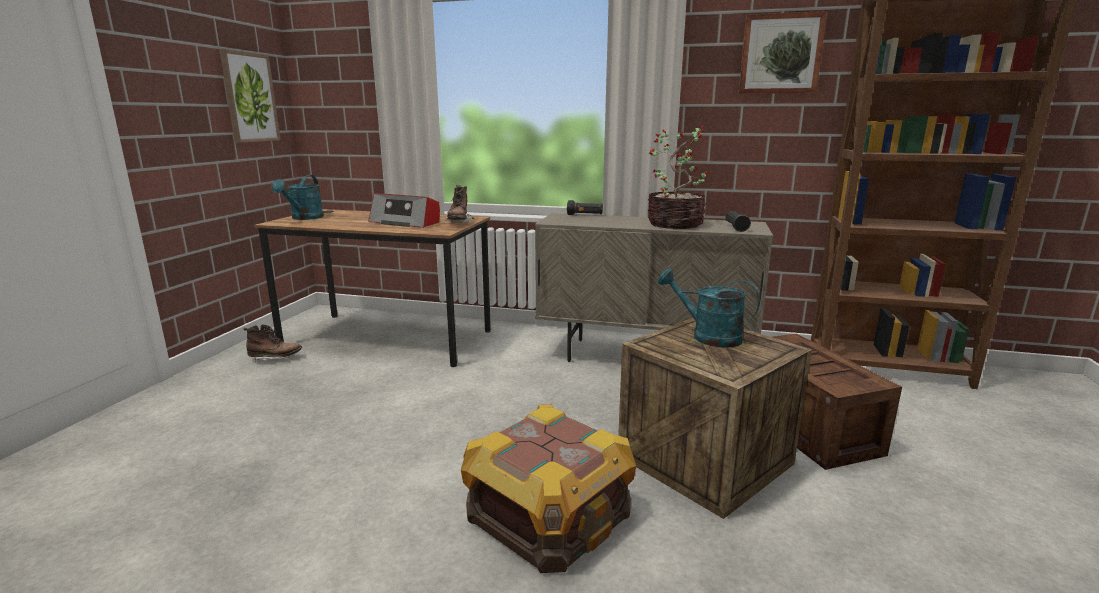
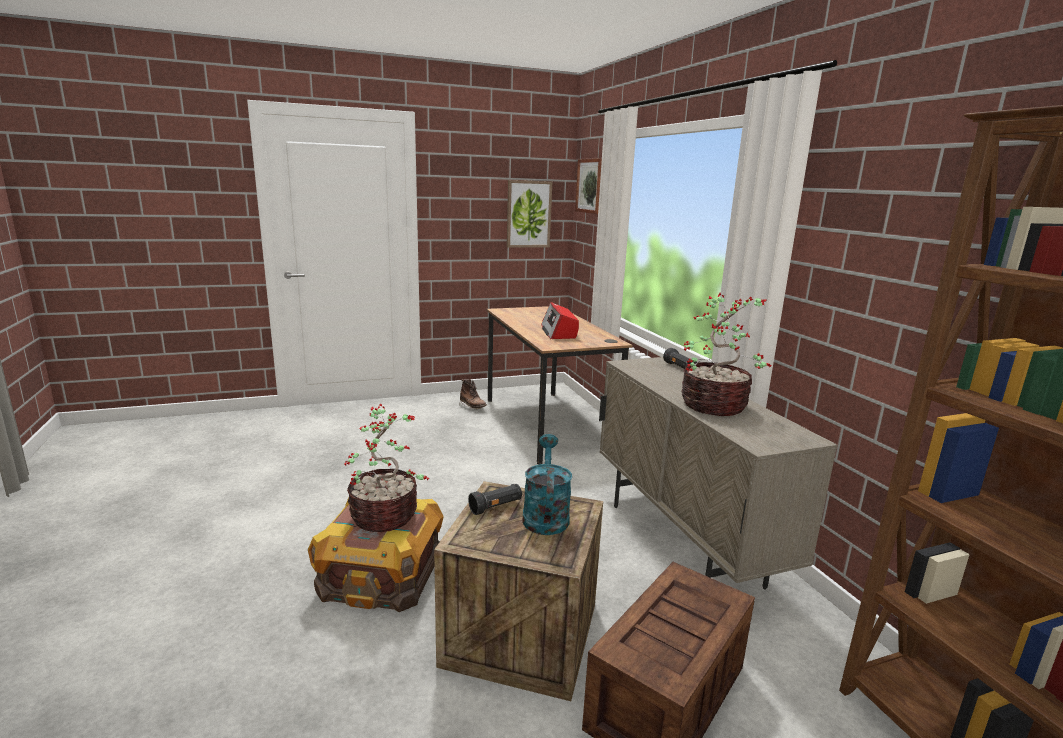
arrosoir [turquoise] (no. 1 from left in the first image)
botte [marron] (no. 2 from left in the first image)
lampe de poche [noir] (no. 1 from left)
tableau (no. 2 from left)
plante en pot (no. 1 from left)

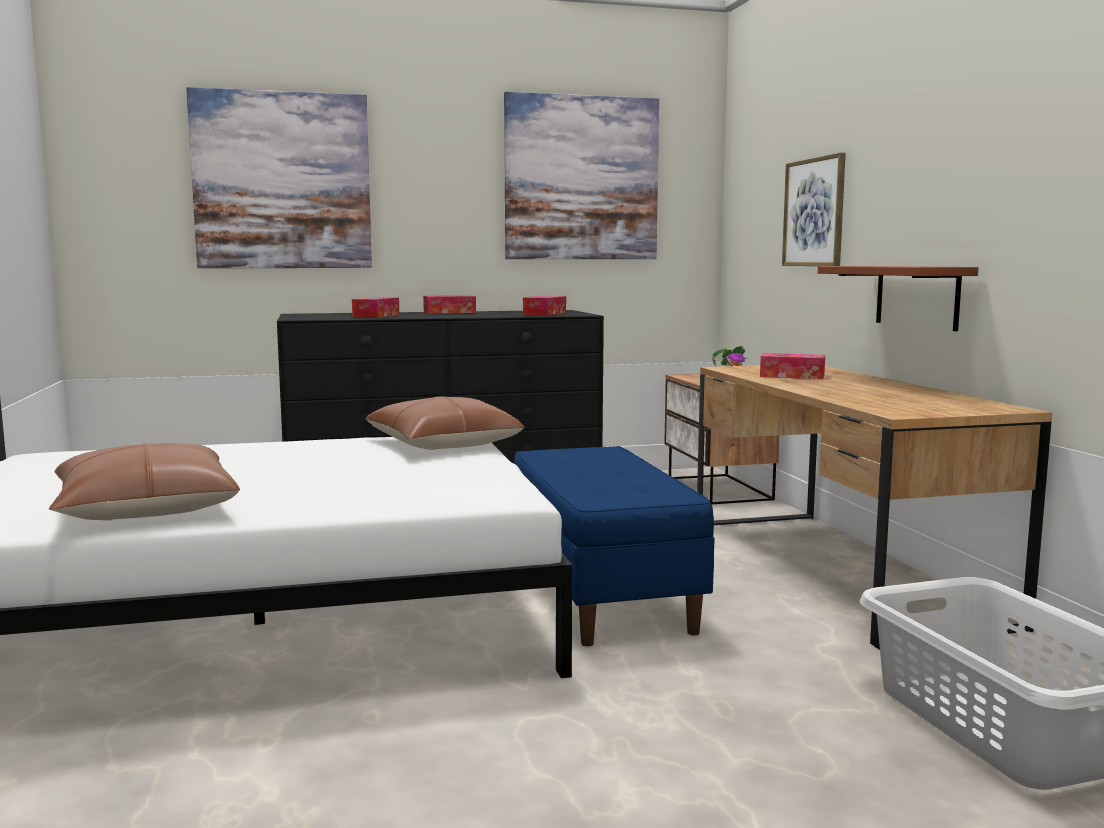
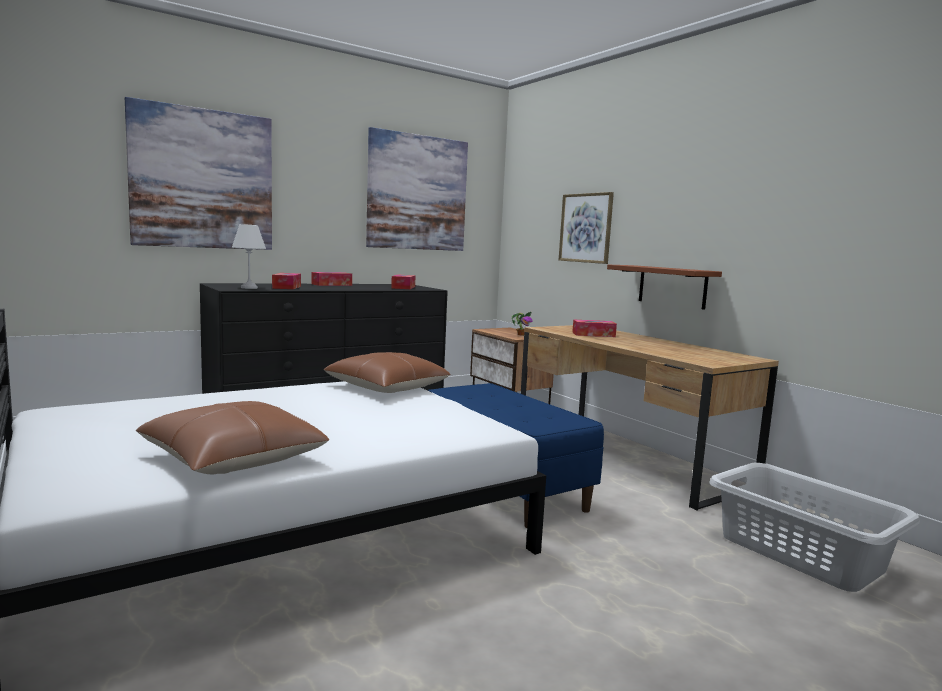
lampe de table [blanc]

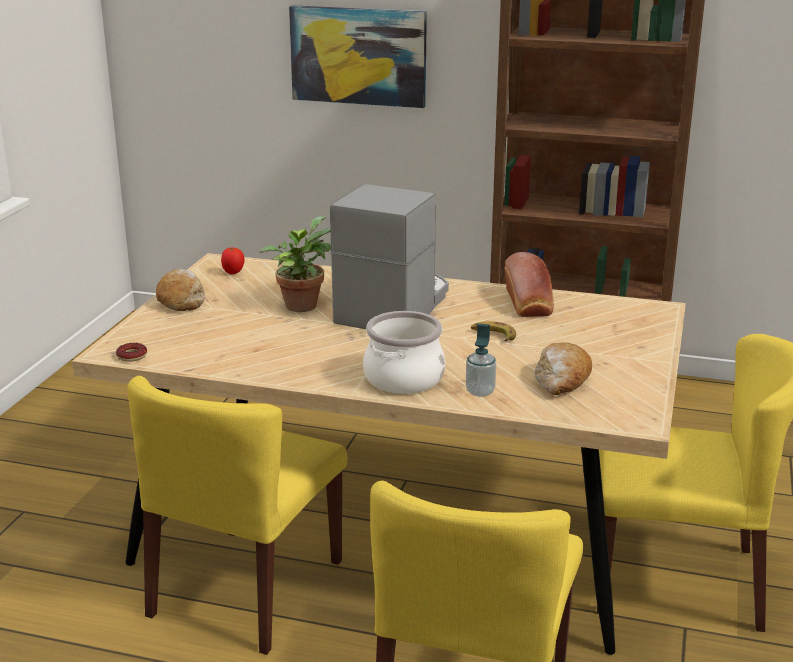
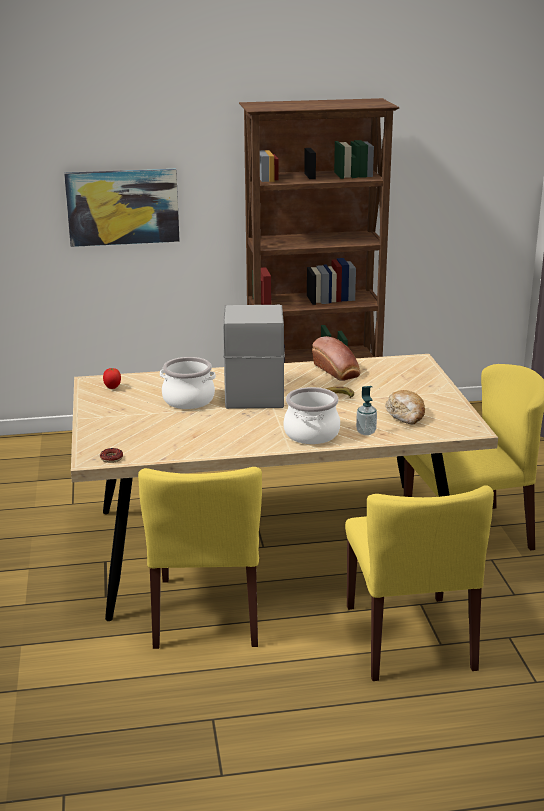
pain (no. 1 from left in the first image)
marmite (no. 1 from left)

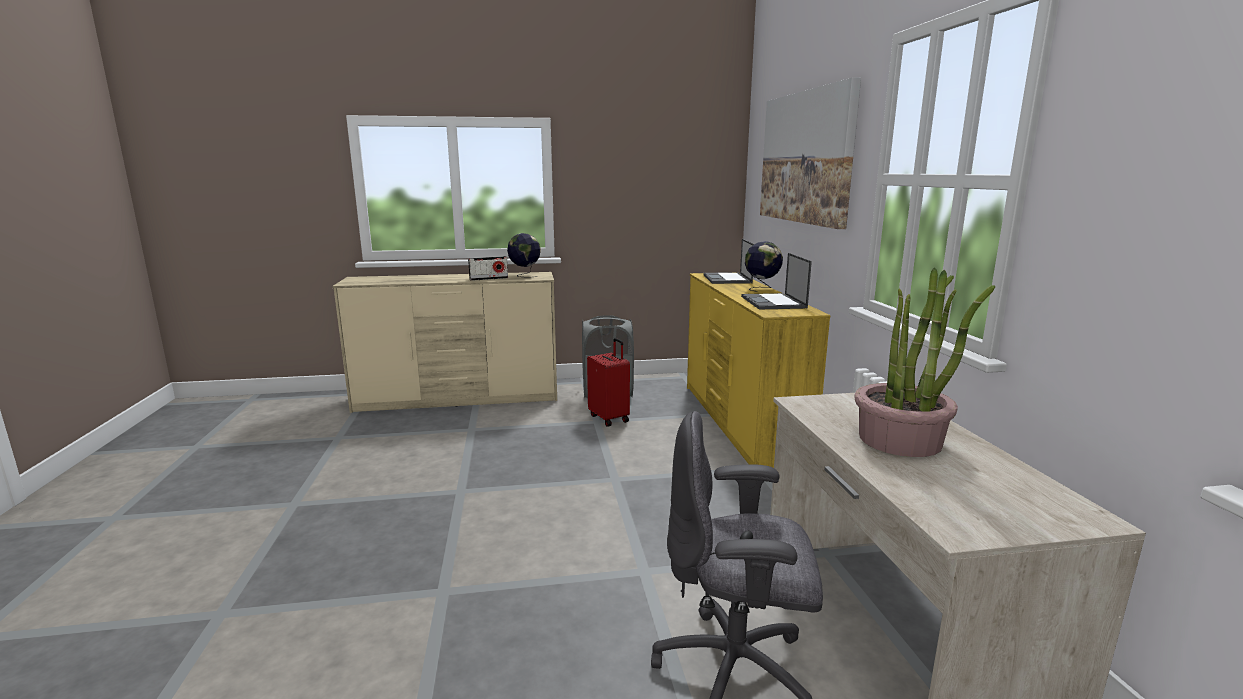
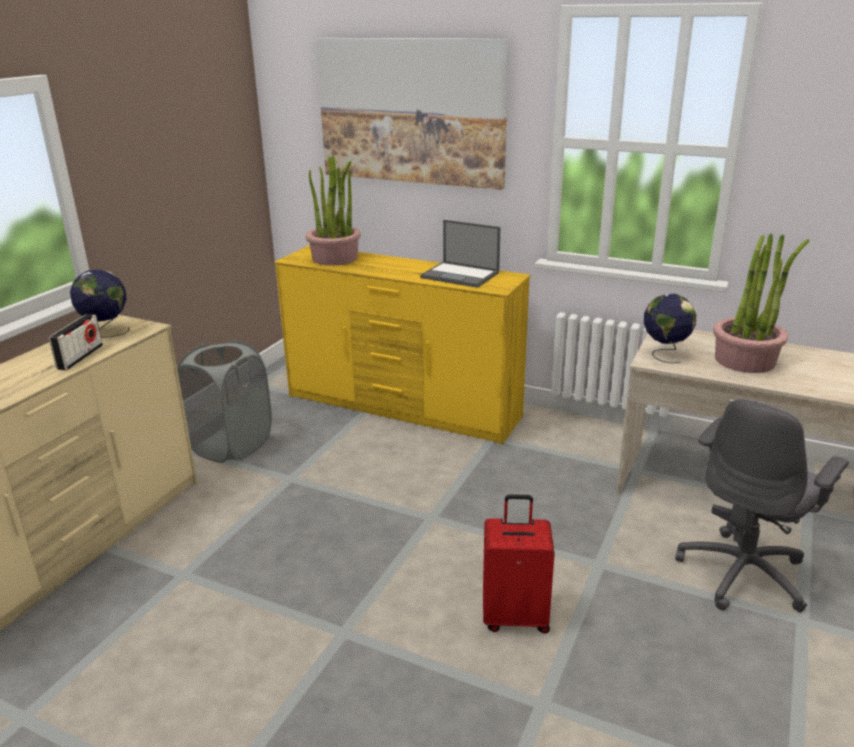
valise [rouge]
plante en pot (no. 1 from left)
globe (no. 2 from left)

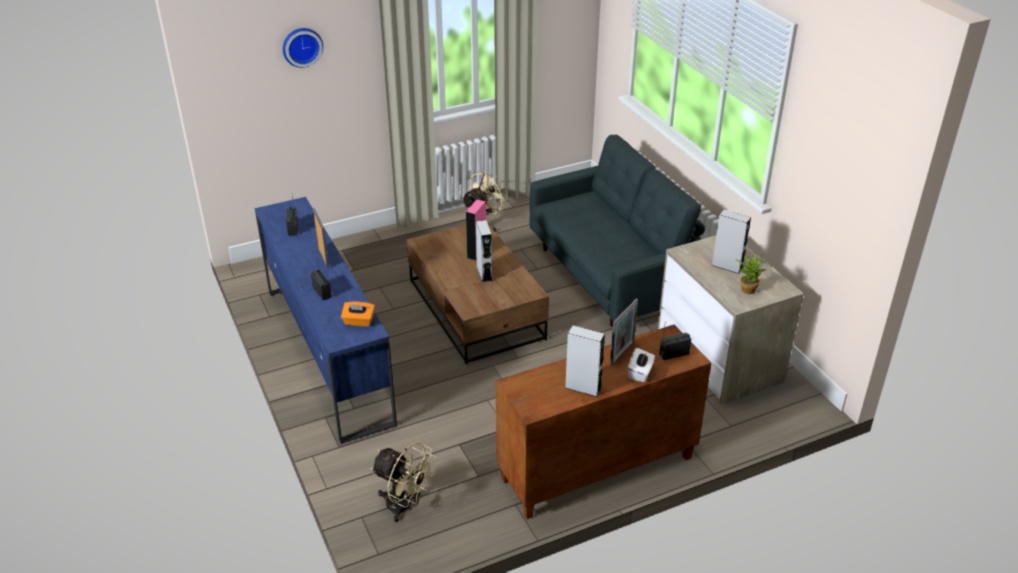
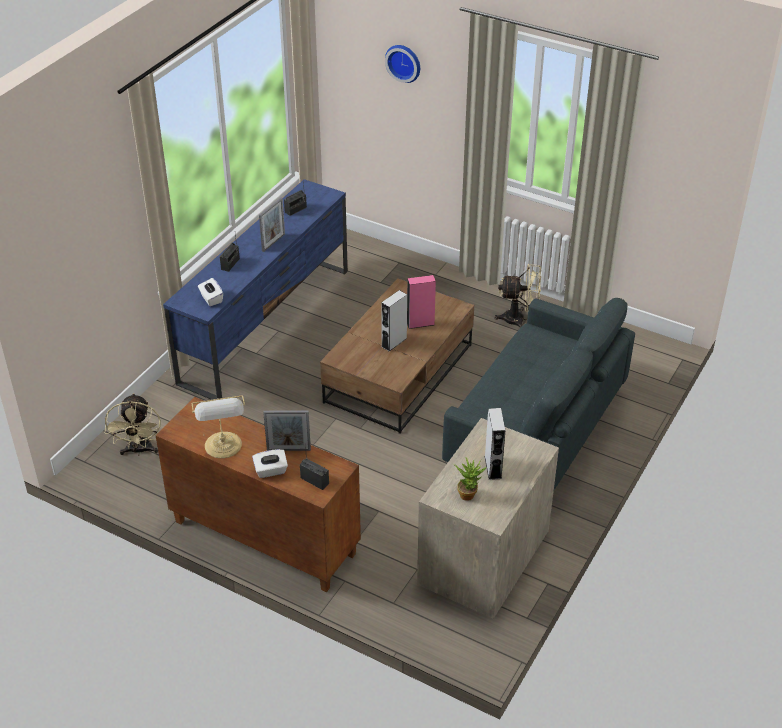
boîte à mouchoirs [blanc] (no. 1 from left)
lampe de table

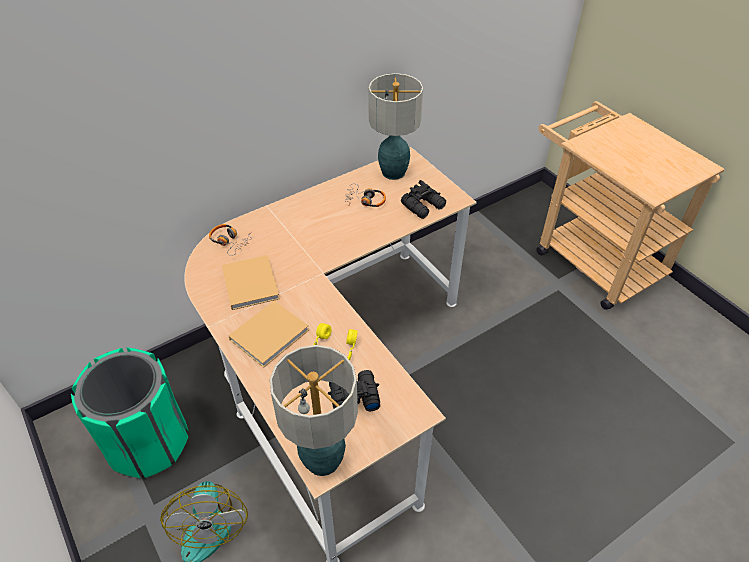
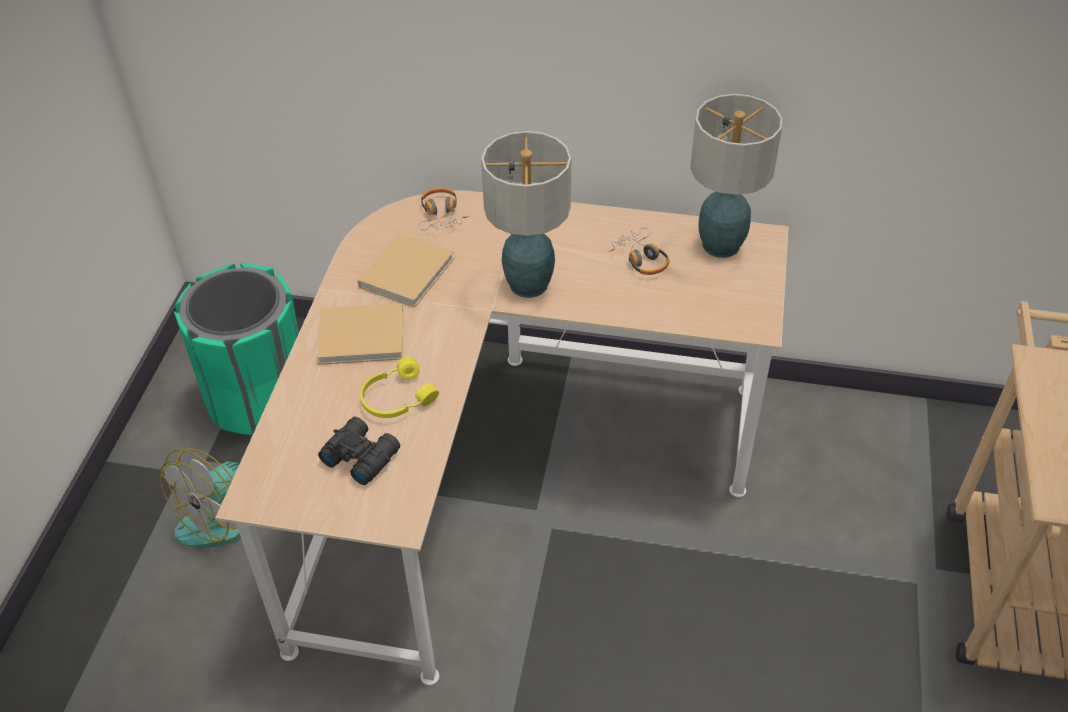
lampe de table (no. 1 from left)
jumelles [noir] (no. 2 from left in the first image)

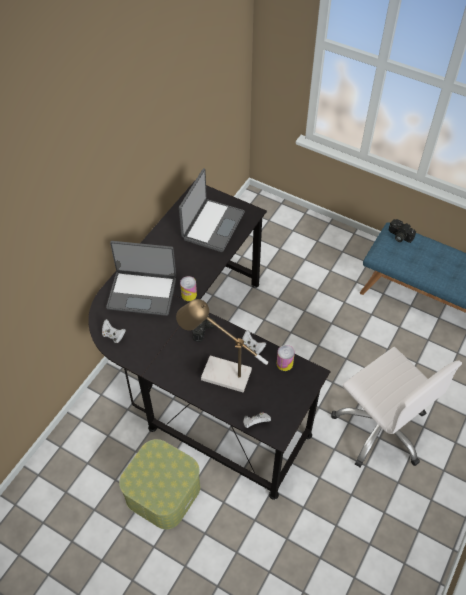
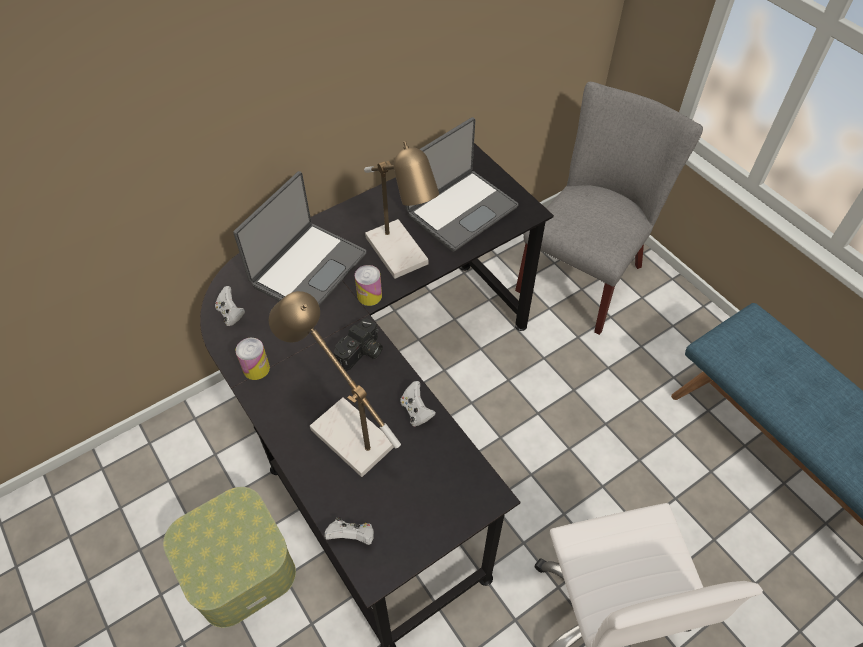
ordinateur portable (no. 1 from left)
boîte métallique (no. 1 from left)
appareil photo (no. 2 from left in the first image)
lampe de table (no. 2 from left)
chaise [gris]

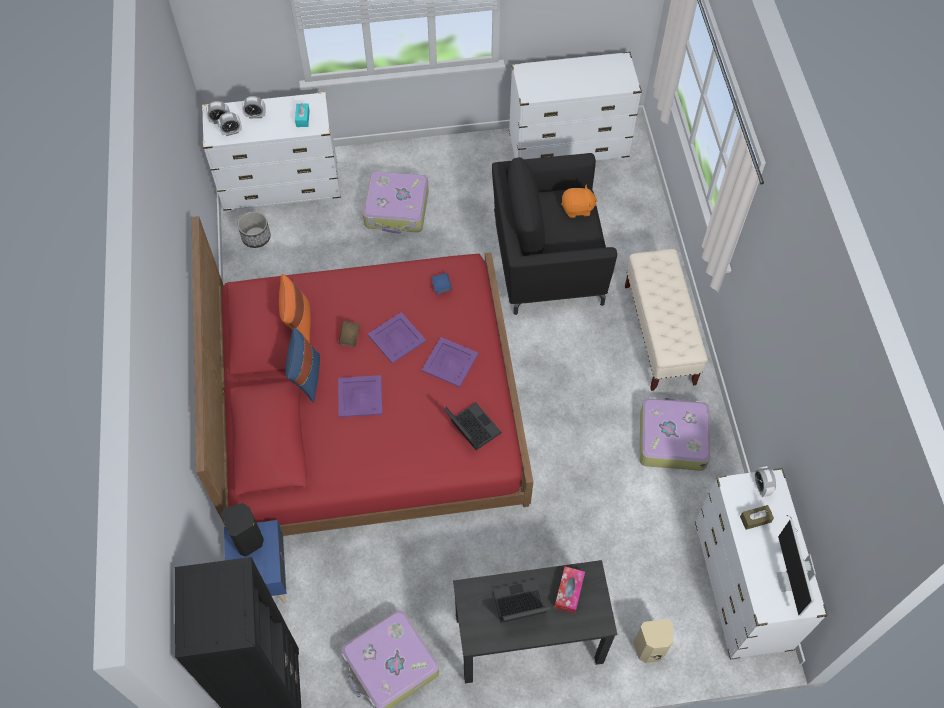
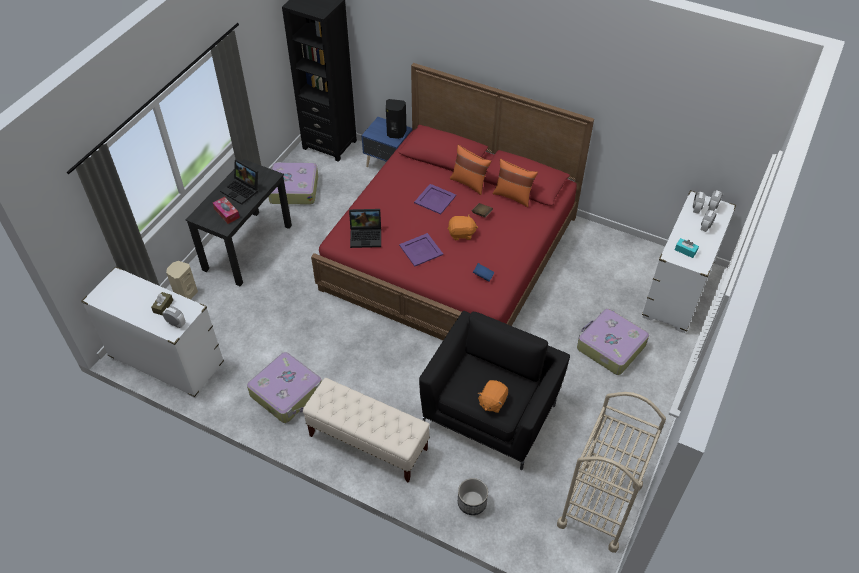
cache-pot
coussin [orange] (no. 1 from left)
peluche [orange] (no. 1 from left)
ordinateur portable (no. 1 from left)
chariot [beige]
écran d'ordinateur

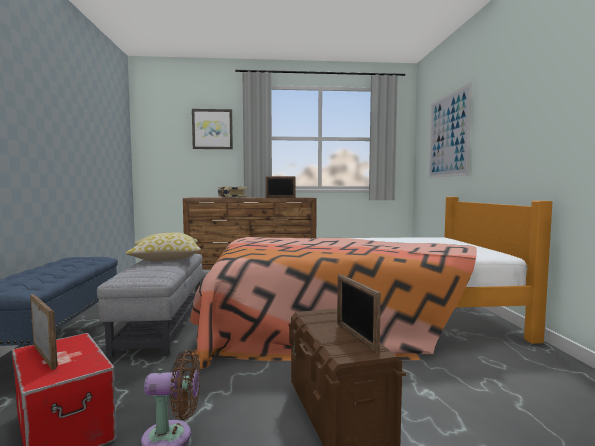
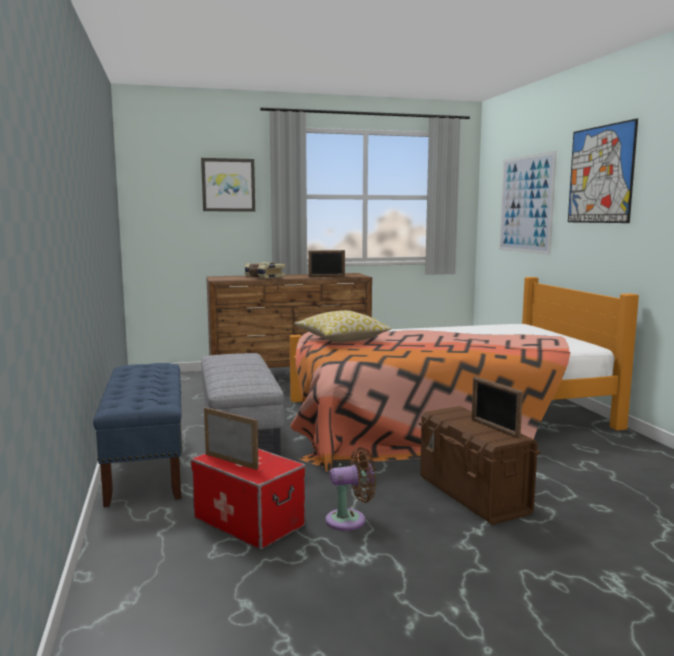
coussin
tableau (no. 3 from left)

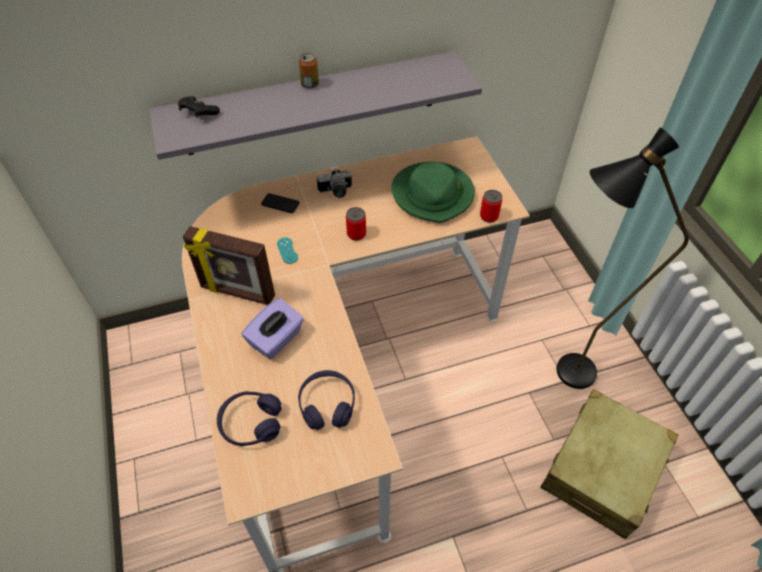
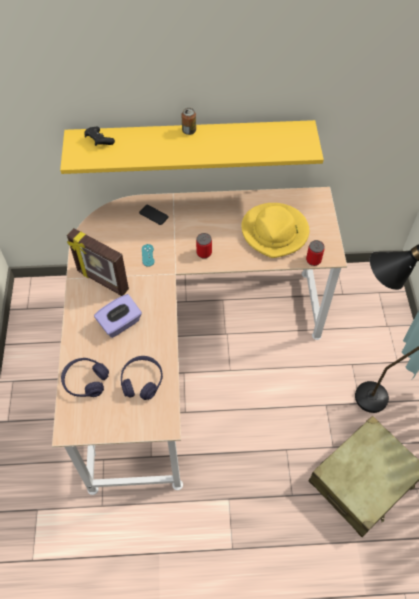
étagère [jaune]
appareil photo
chapeau [jaune]

